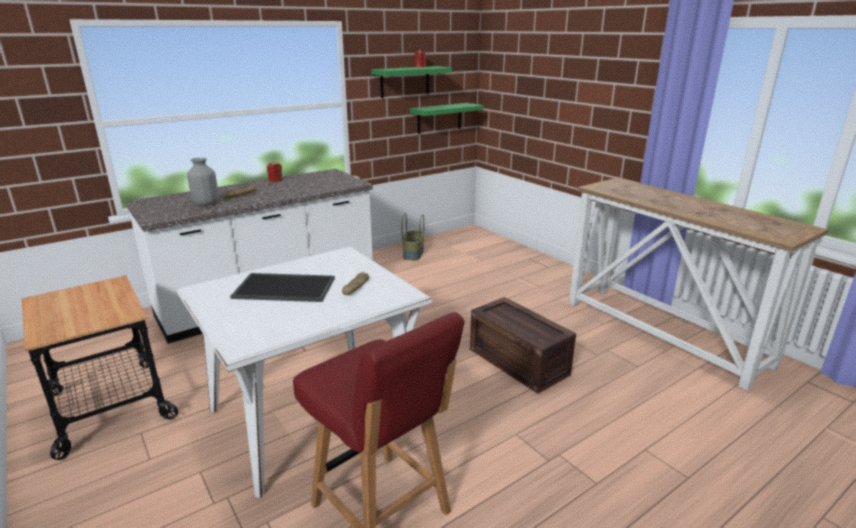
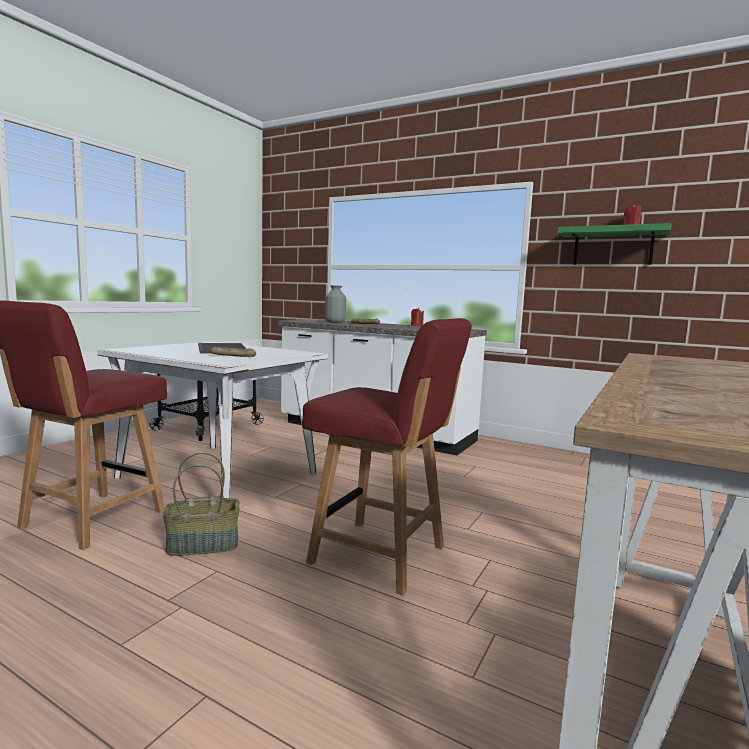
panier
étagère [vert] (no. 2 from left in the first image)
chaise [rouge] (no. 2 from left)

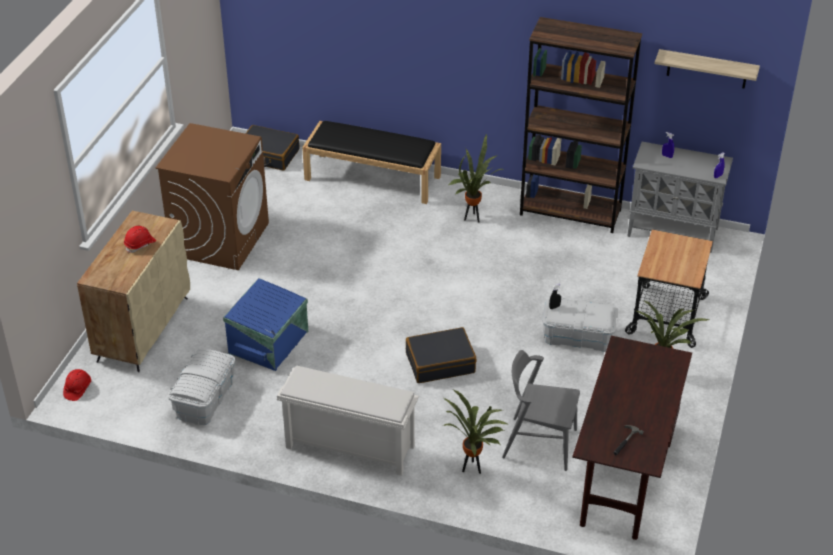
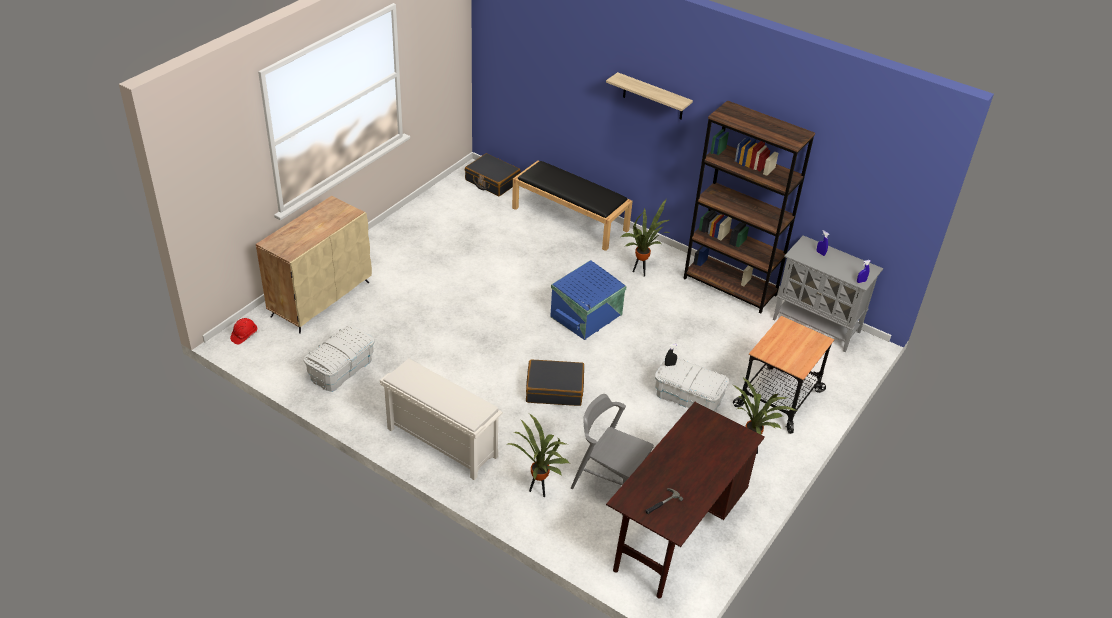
casque de chantier [rouge] (no. 2 from left in the first image)
lave-linge [marron]
boîte de rangement [bleu]
étagère

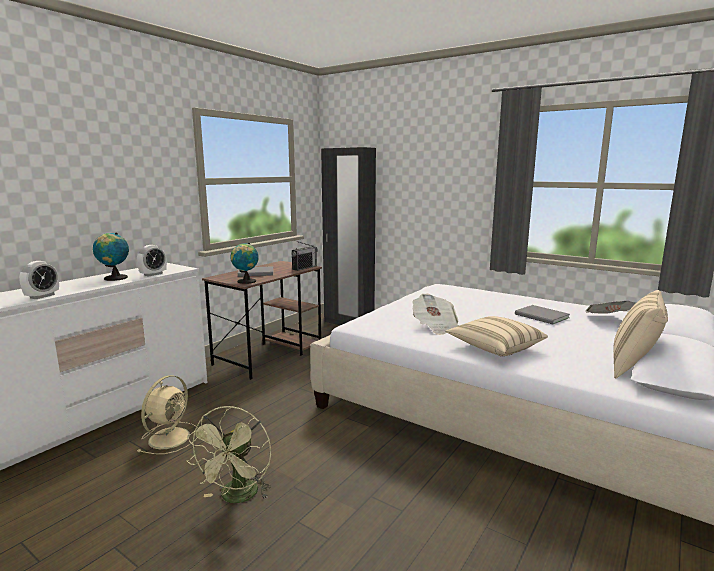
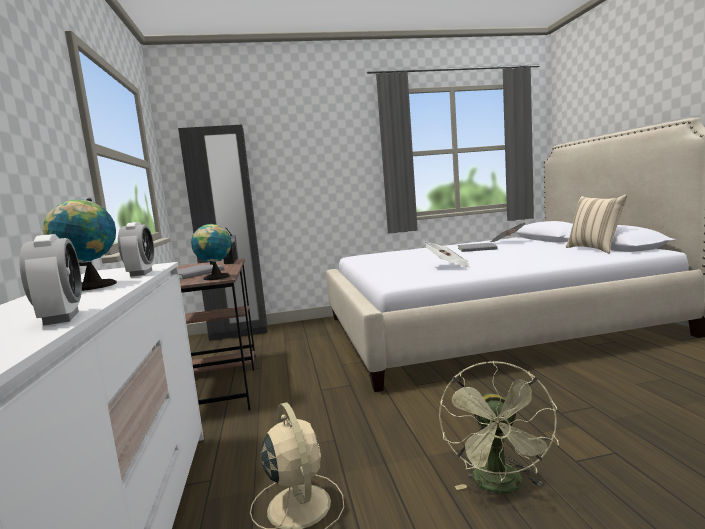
ventilateur [vert]
coussin [beige] (no. 1 from left in the first image)

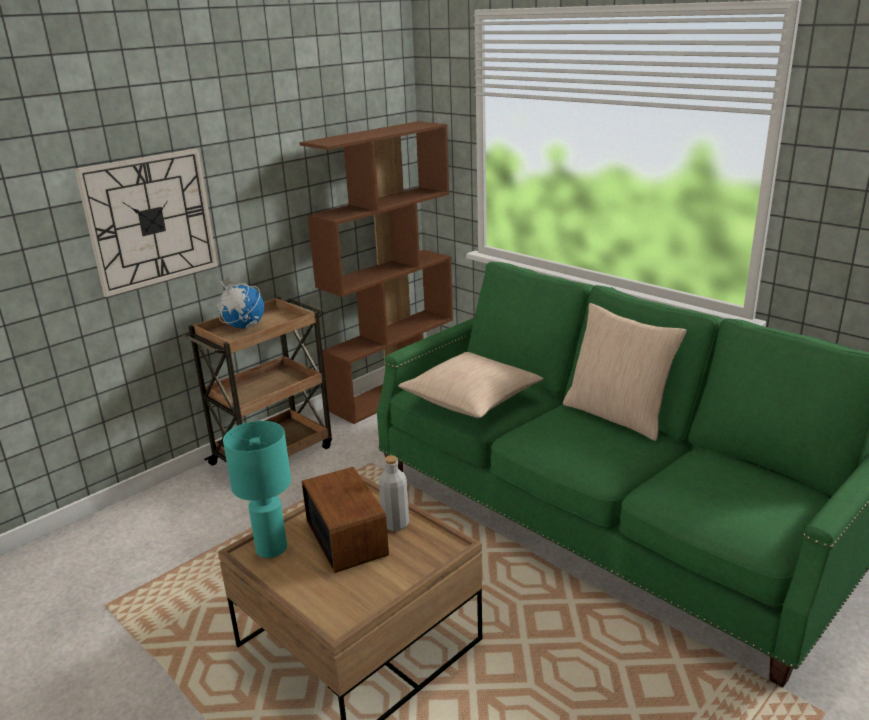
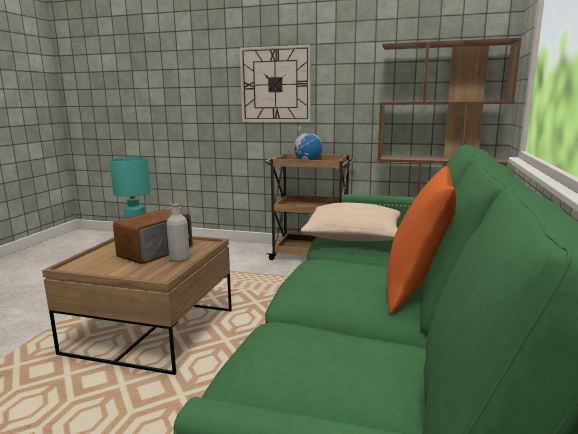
coussin [orange]

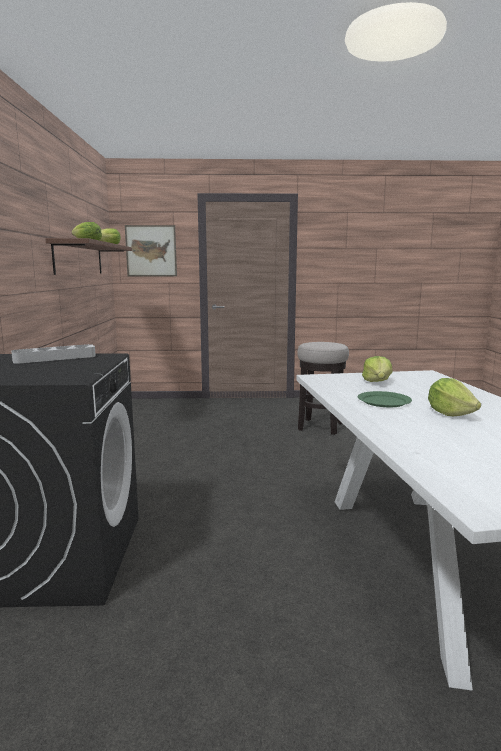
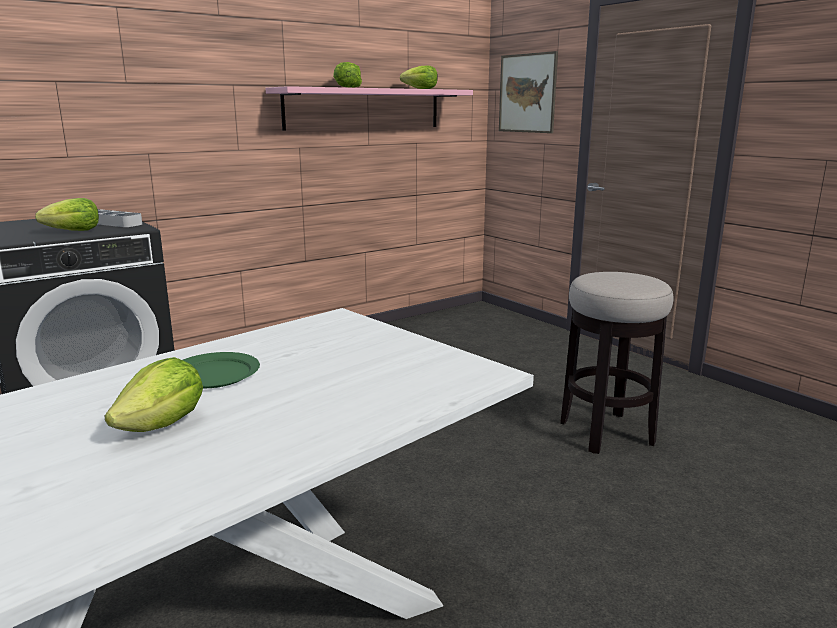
étagère [rose]
laitue (no. 1 from left)

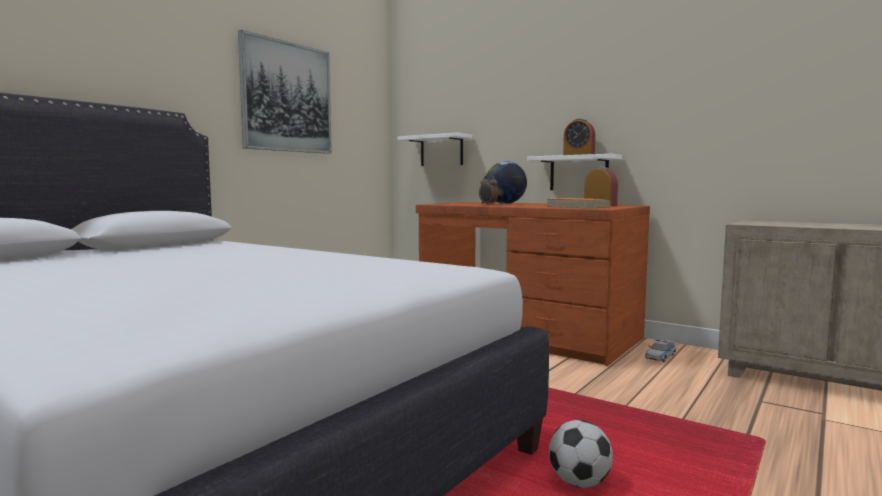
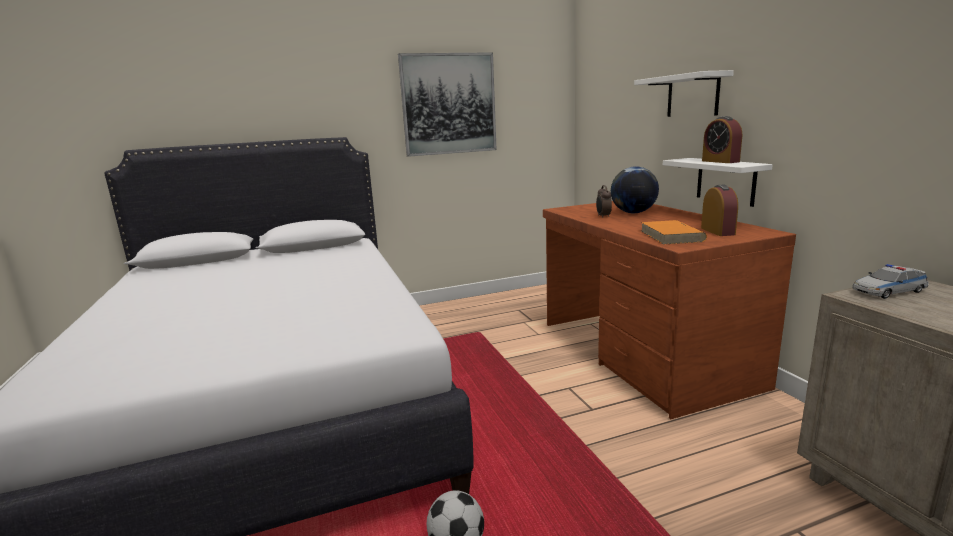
étagère [blanc] (no. 1 from left)
petite voiture

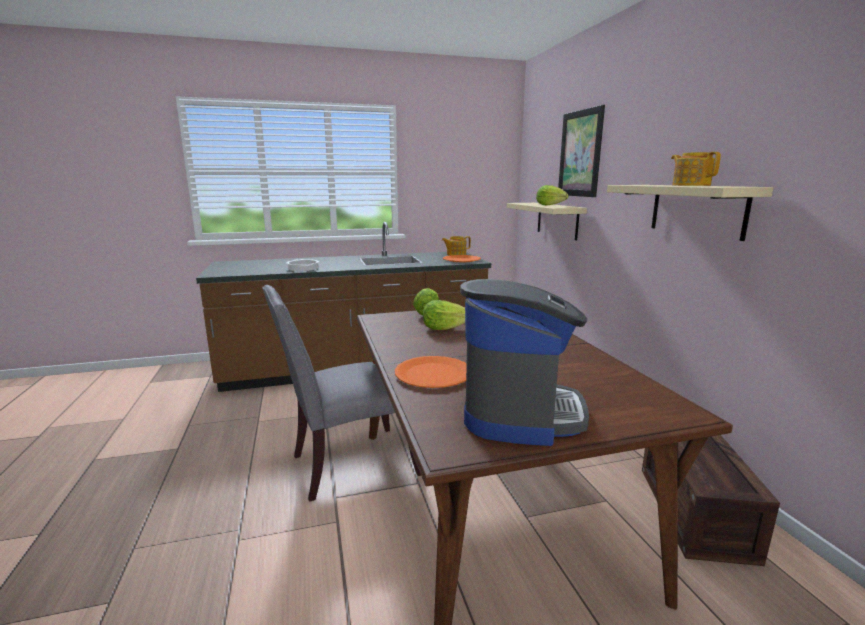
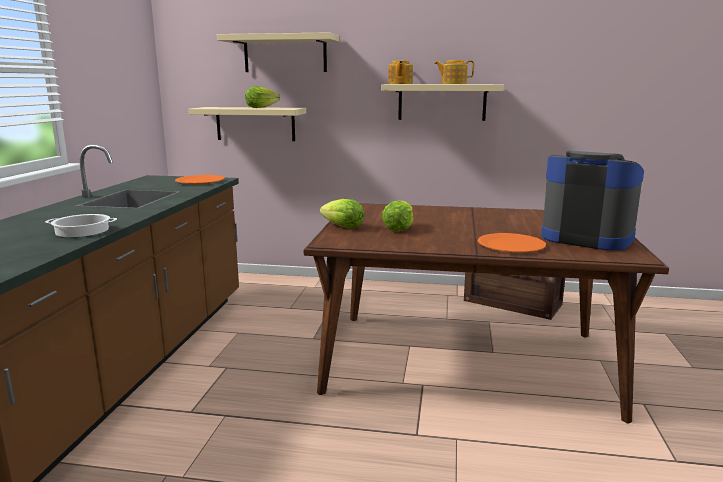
chaise [gris]
théière (no. 1 from left)
étagère [beige] (no. 2 from left)

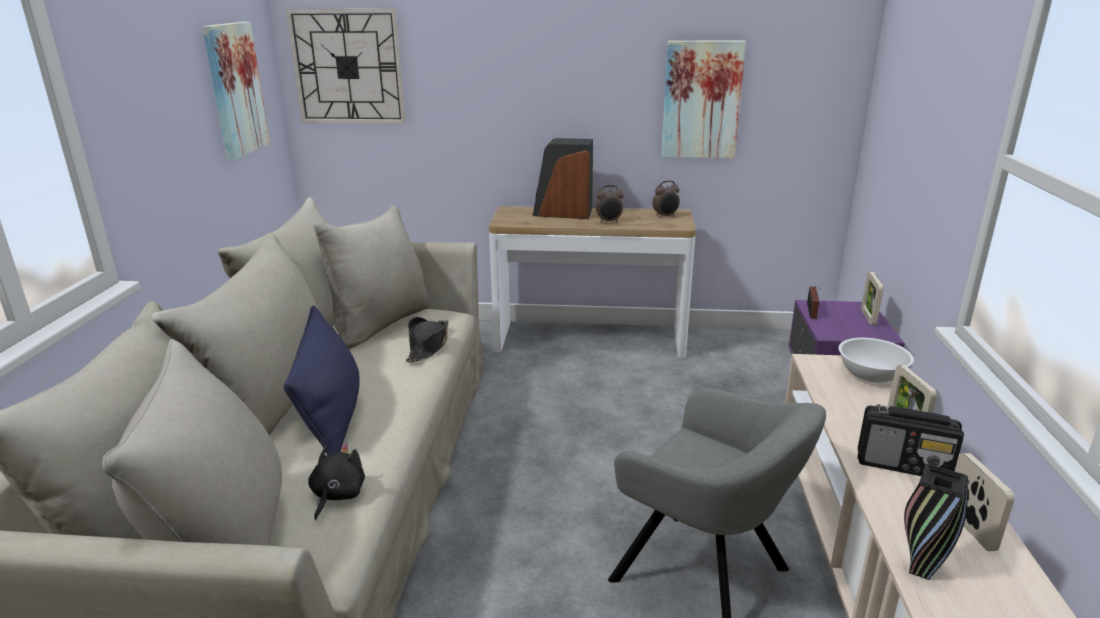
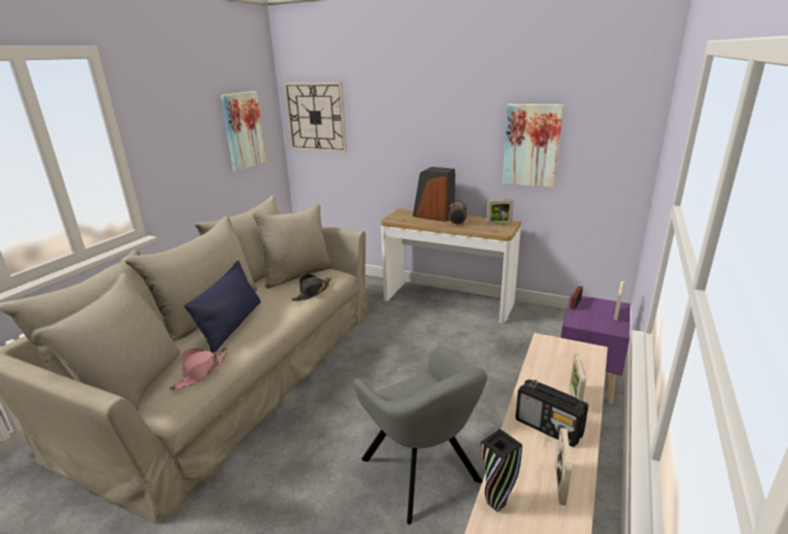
chapeau [rose]
cadre photo (no. 1 from left)
bol [blanc]

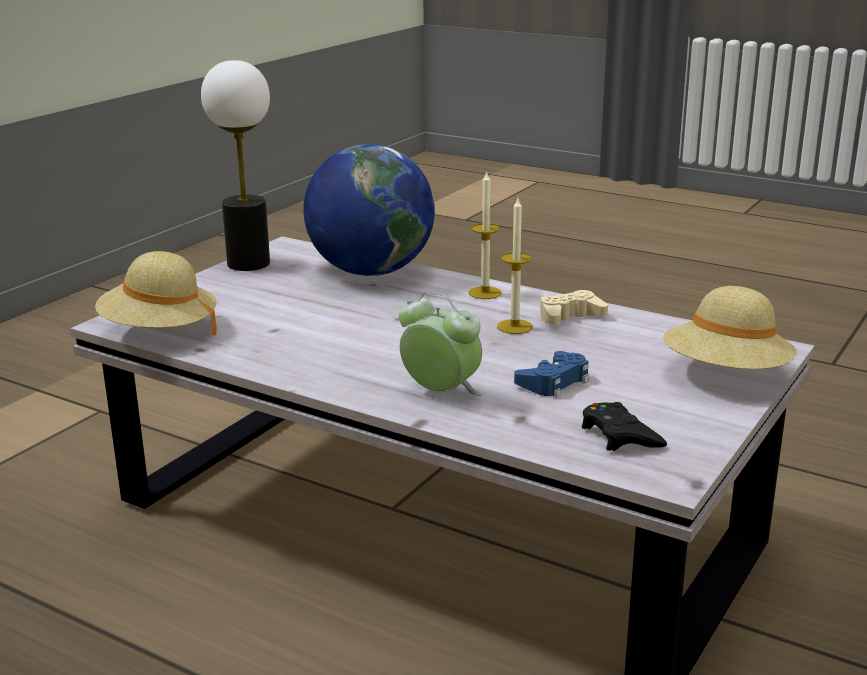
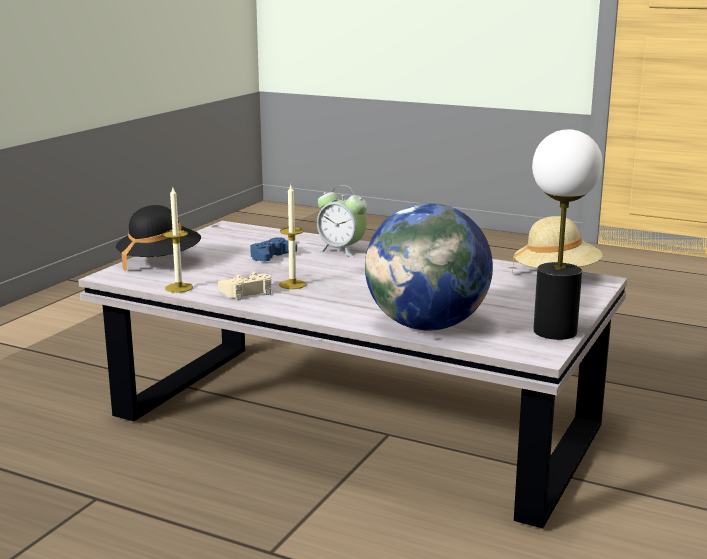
bougie (no. 1 from left)
manette [noir]
chapeau [noir]

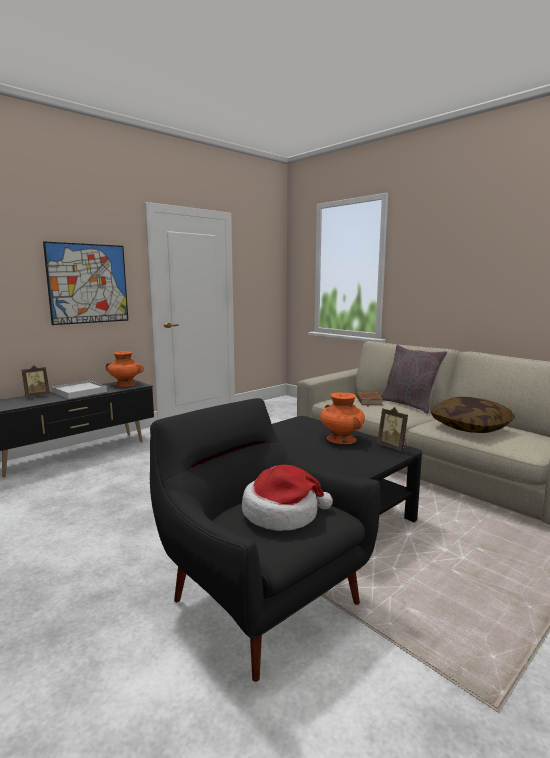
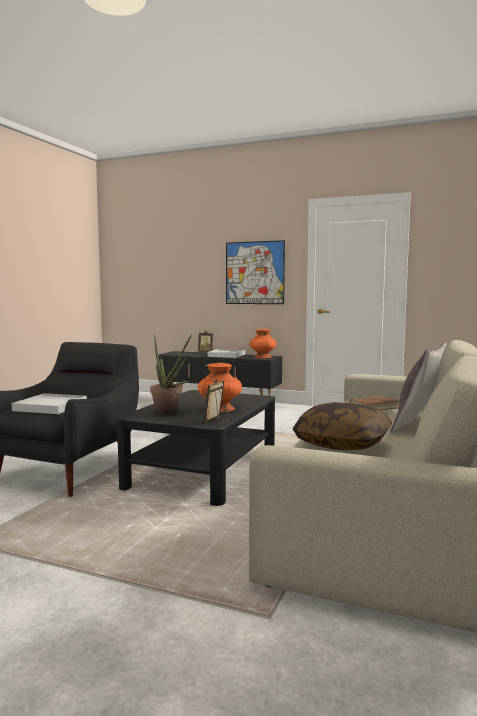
plateau [blanc] (no. 1 from left)
plante en pot

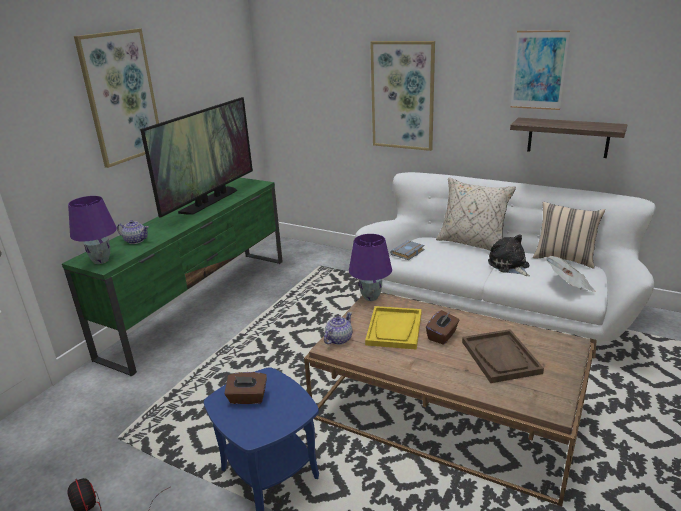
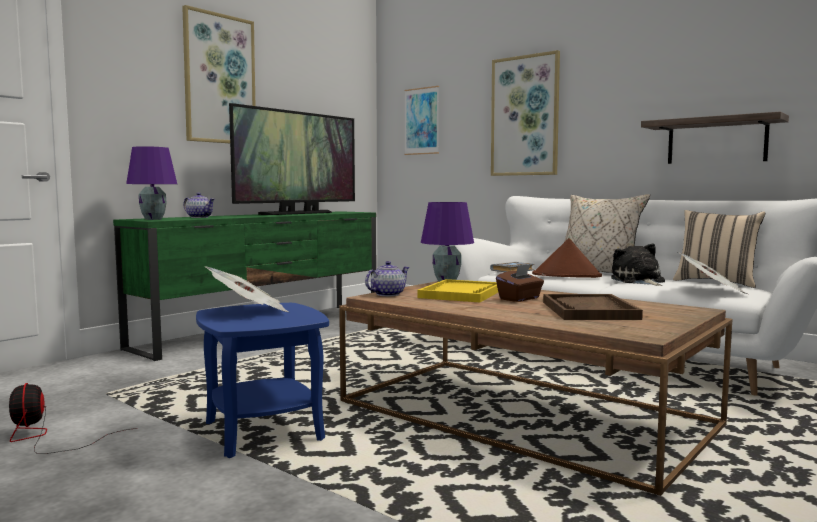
journal (no. 1 from left)
tableau (no. 2 from left)
chapeau [marron]

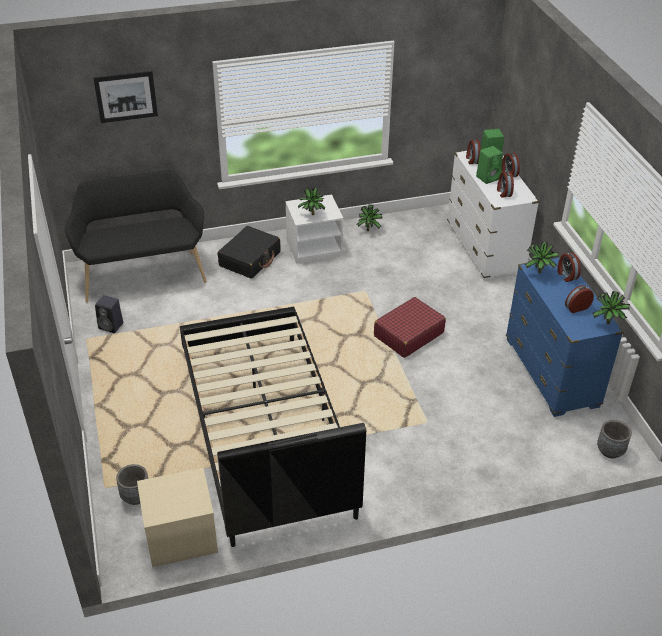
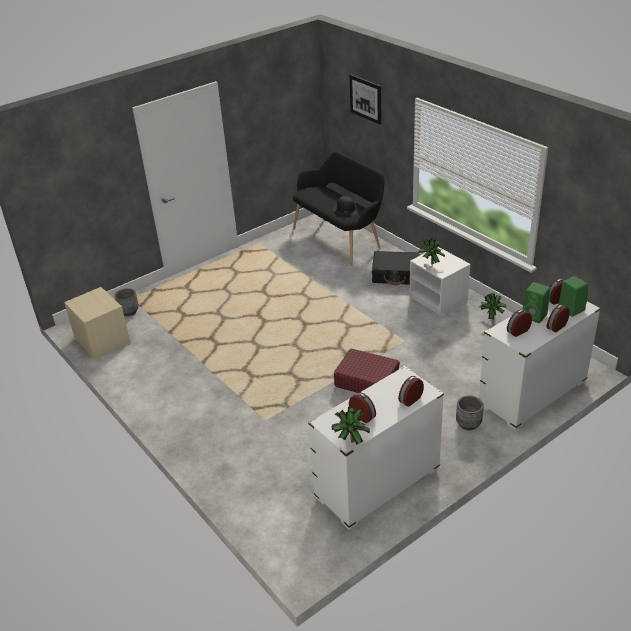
enceinte [noir]
lit [noir]
commode [blanc] (no. 1 from left)
plante en pot (no. 3 from left in the first image)
cache-pot [gris] (no. 2 from left)
chapeau [noir]

